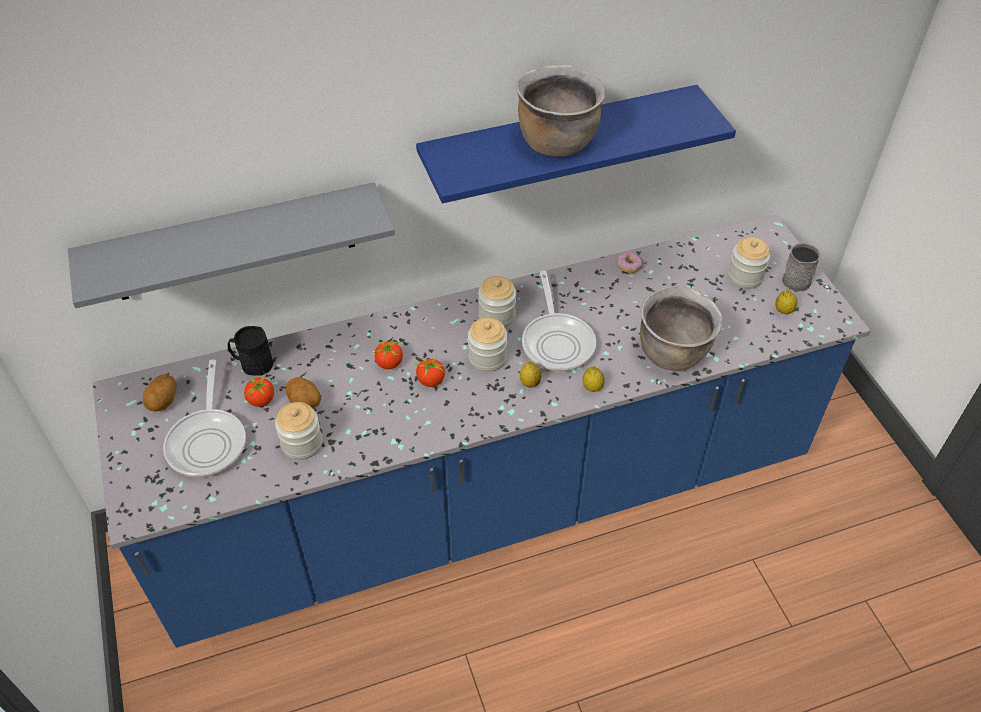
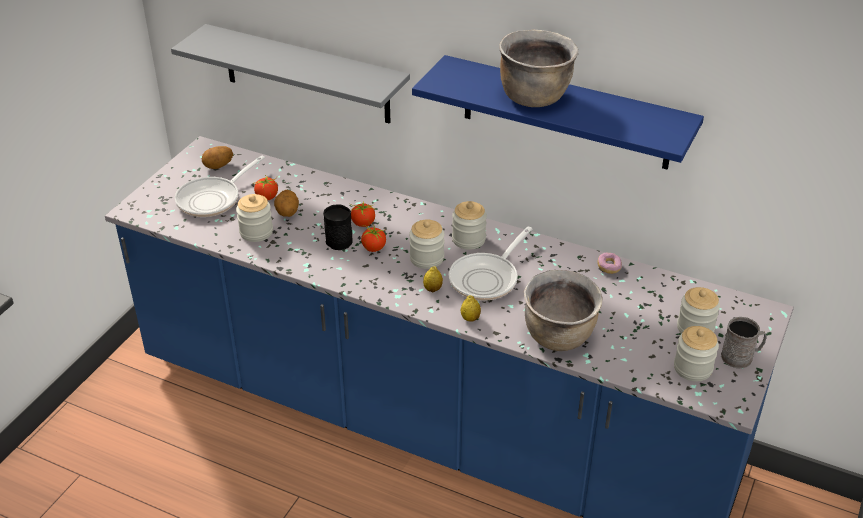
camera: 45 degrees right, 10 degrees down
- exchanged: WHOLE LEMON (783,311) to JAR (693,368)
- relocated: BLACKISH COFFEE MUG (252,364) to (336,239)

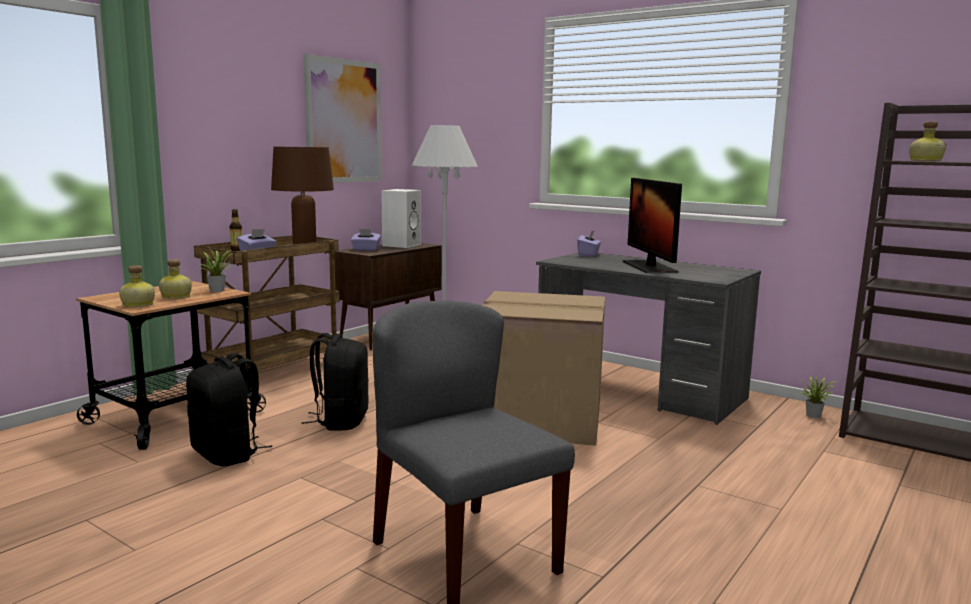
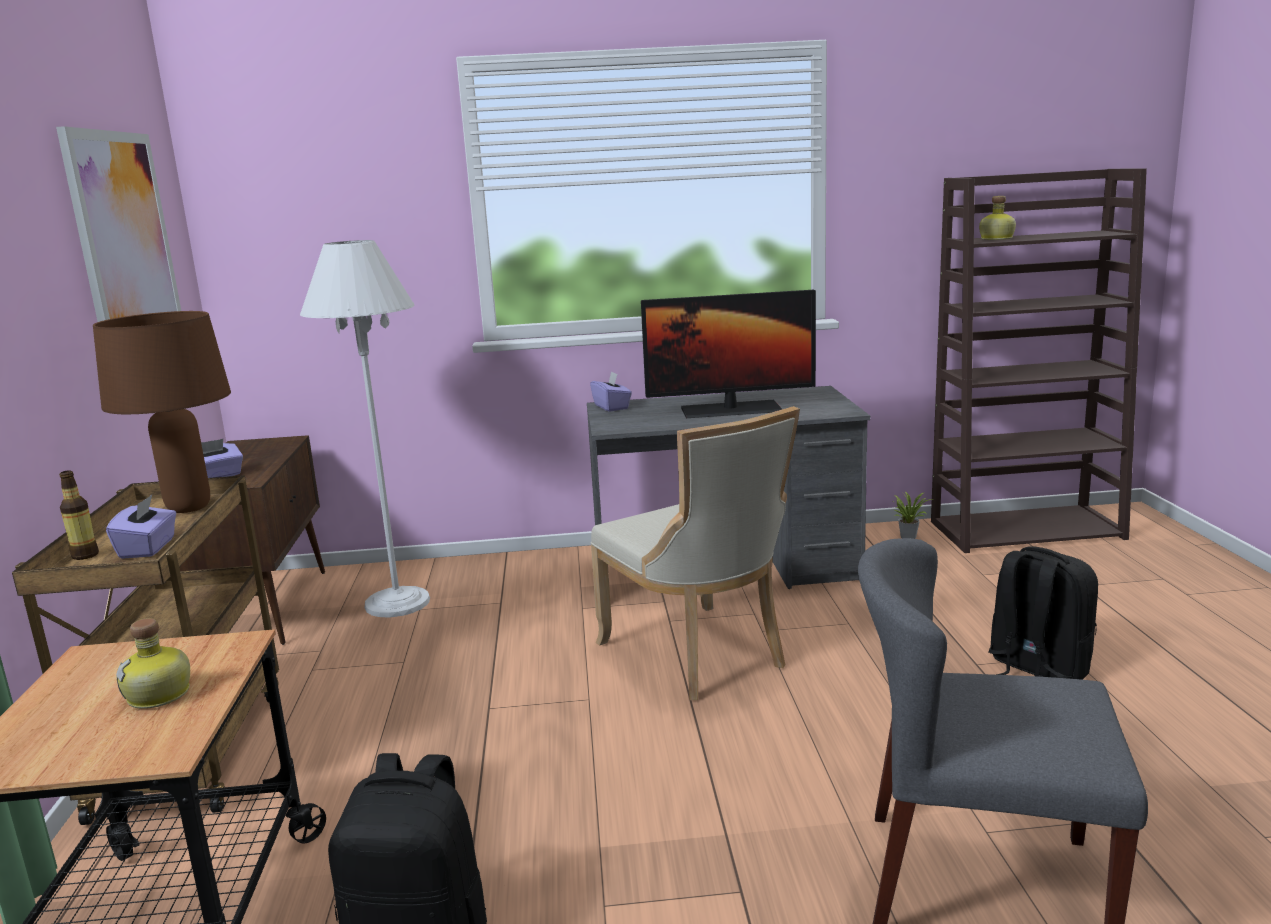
camera: 40 degrees left, 5 degrees up
- spun: MONITOR (649,267) = (731,410) 45 degrees counterclockwise
- missing: WHITISH SPEAKER (401,245)
- missing: POTTED PLANT (217,290)
- missing: DRINK BOTTLE (137,305)
- exchanged: CARTON (537,418) to BEIGE PLAIN CHAIR (699,655)
- relocated: BLACKISH RUCKSACK (340,421) to (1036,670)

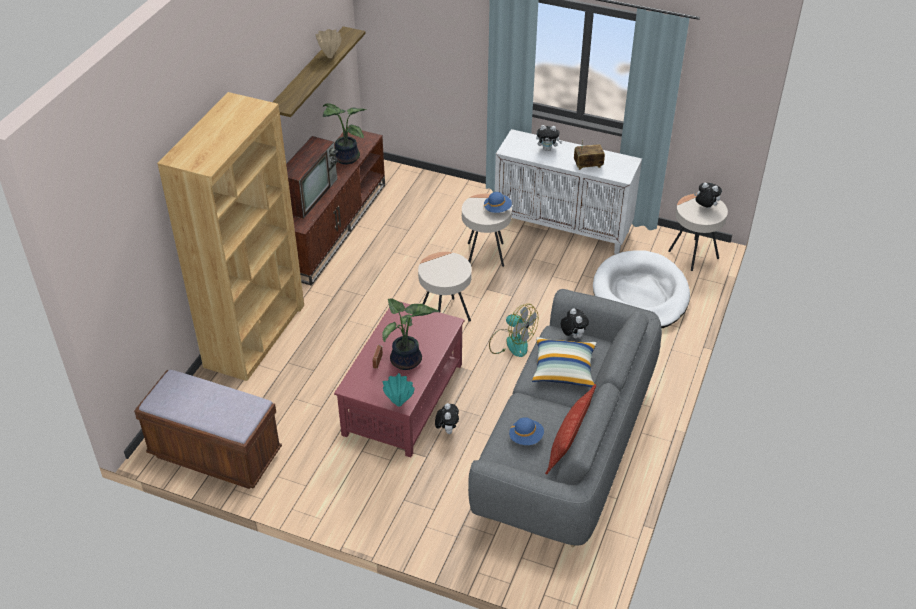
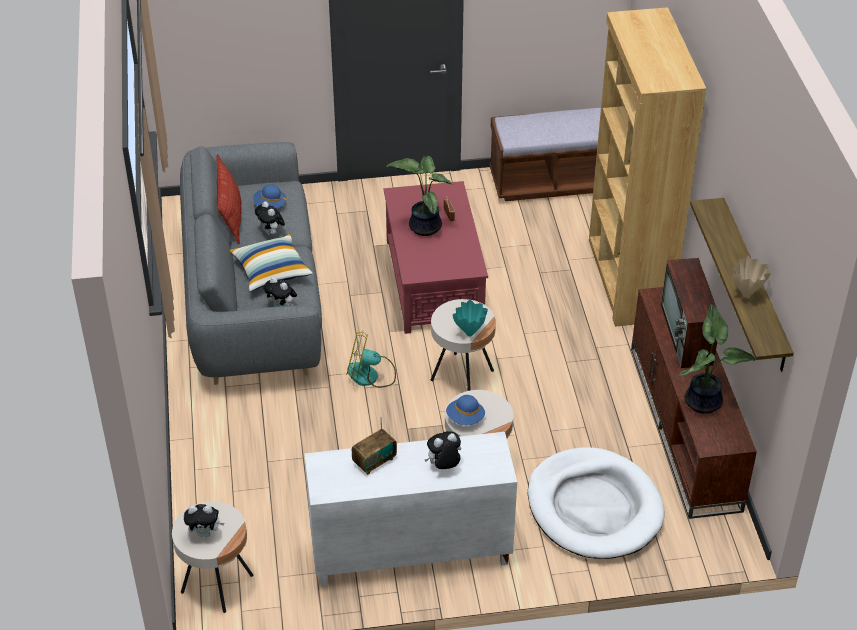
camera: 150 degrees right, 0 degrees up
- relocated: WHITISH DOG CUSHION (640,295) to (594,507)
- relocated: TURQUOISE-COLOURED FLOWER VASE (398,403) to (470,333)
- relocated: PLUSH TOY (447,429) to (271,233)

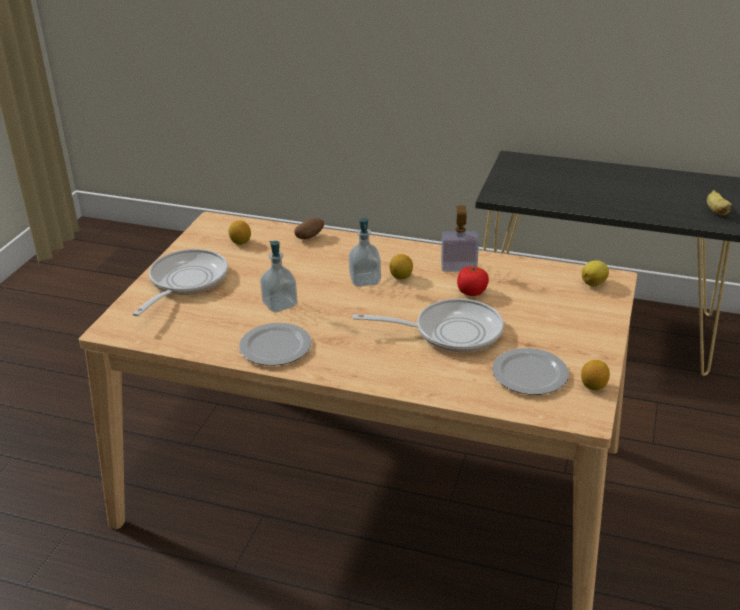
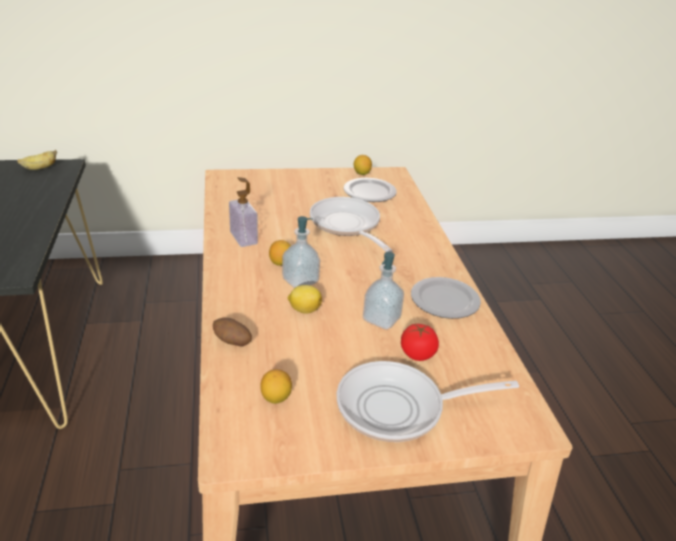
camera: 120 degrees left, 0 degrees up
- relocated: WHOLE LEMON (594,283) to (304,310)
- relocated: FRESH TOMATO (471,292) to (417,354)

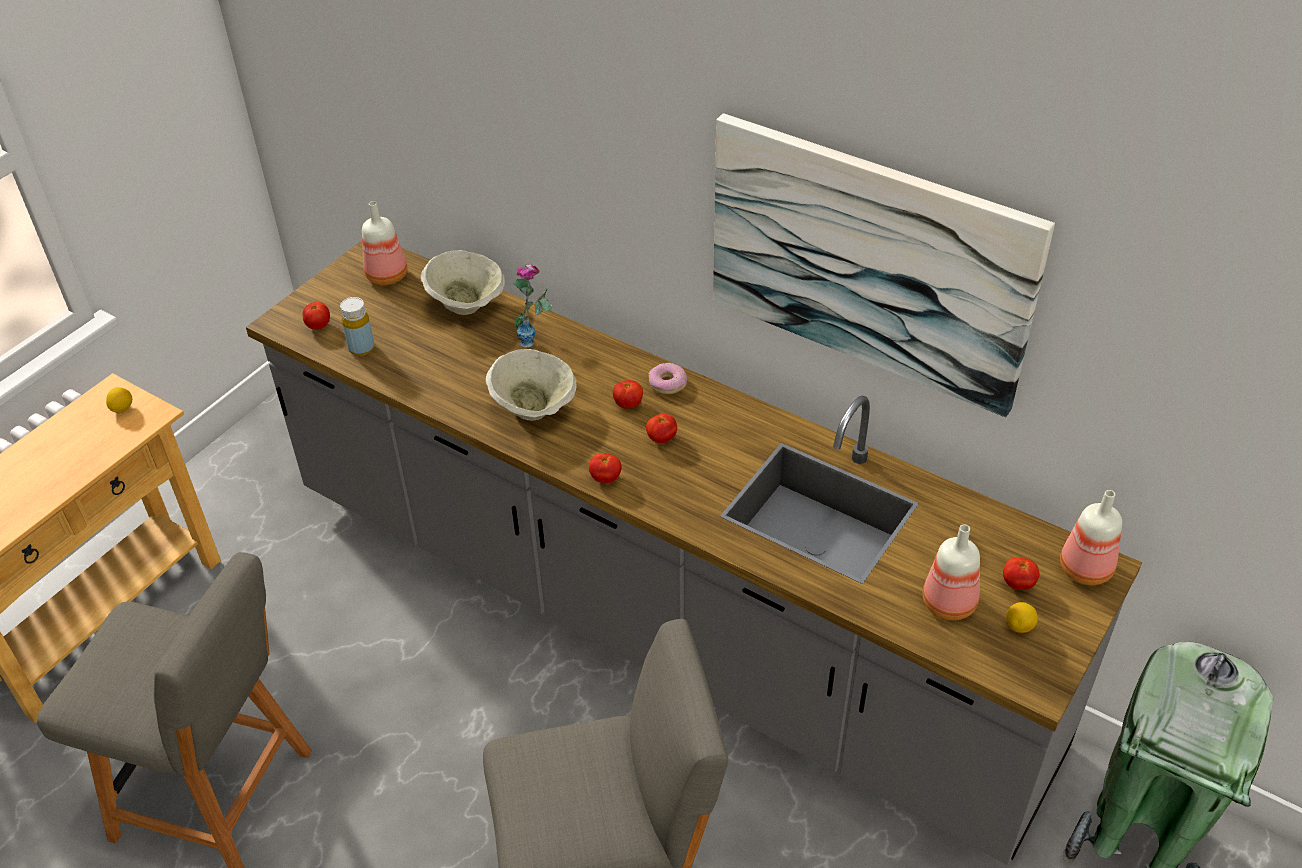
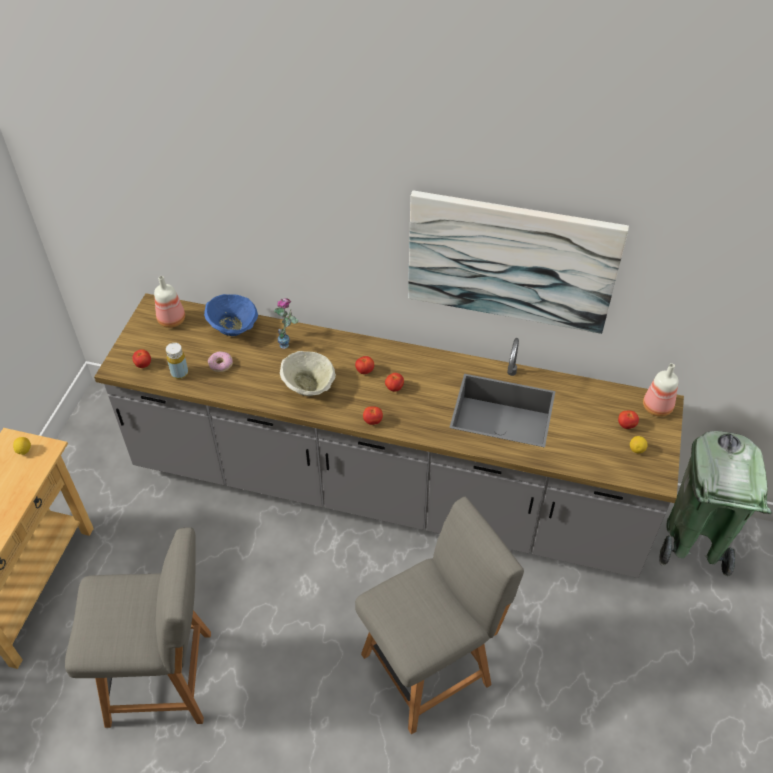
camera: 20 degrees left, 5 degrees up
- colour: BEIGE SERVING BOWL (466,305) to BLUISH SERVING BOWL (233,328)
- relocated: DONUT (667,383) to (220,364)
- missing: DRINK BOTTLE (950,603)

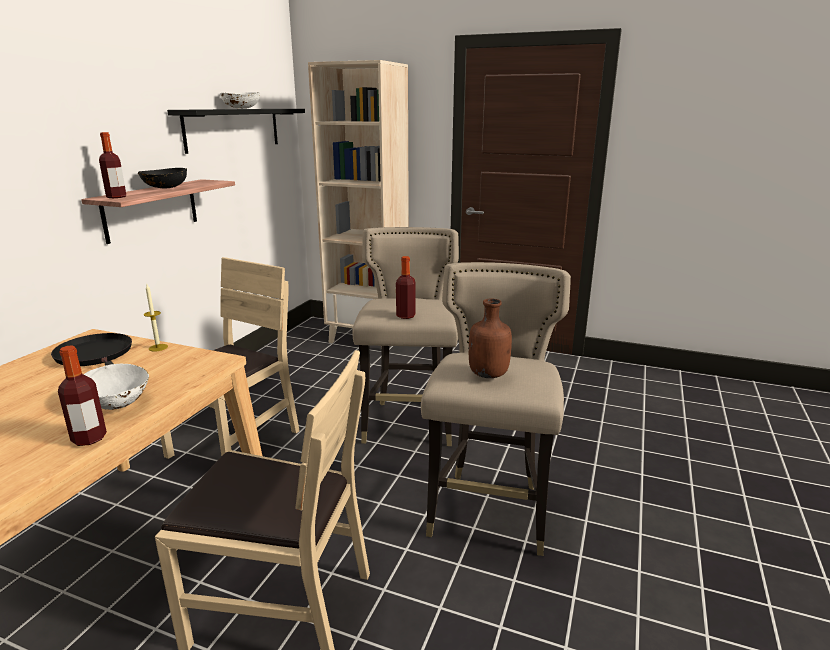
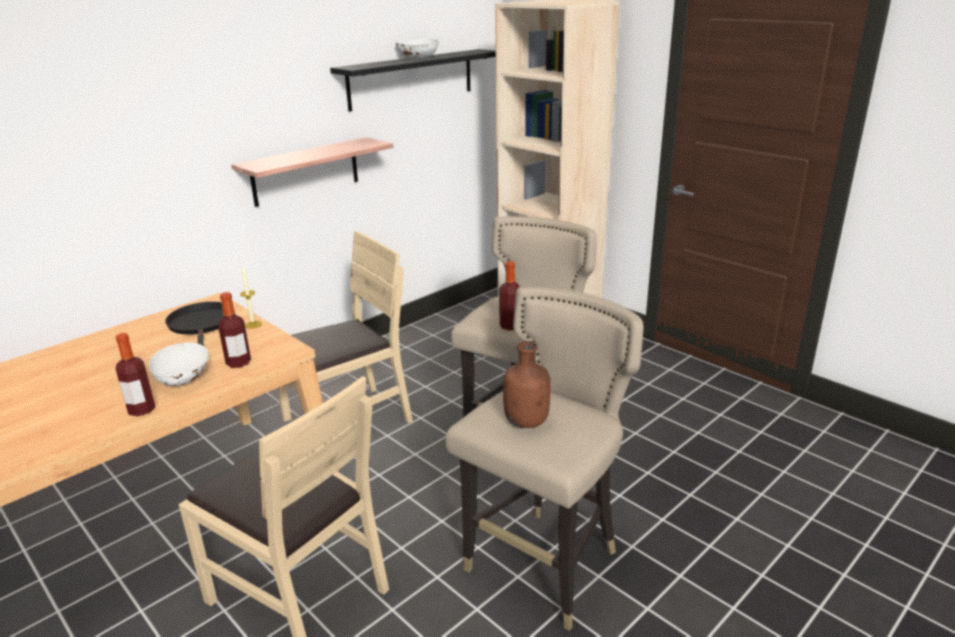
camera: 25 degrees right, 5 degrees up
- relocated: DRINK BOTTLE (116,197) to (238,363)
- missing: BLACKISH SERVING BOWL (165,188)

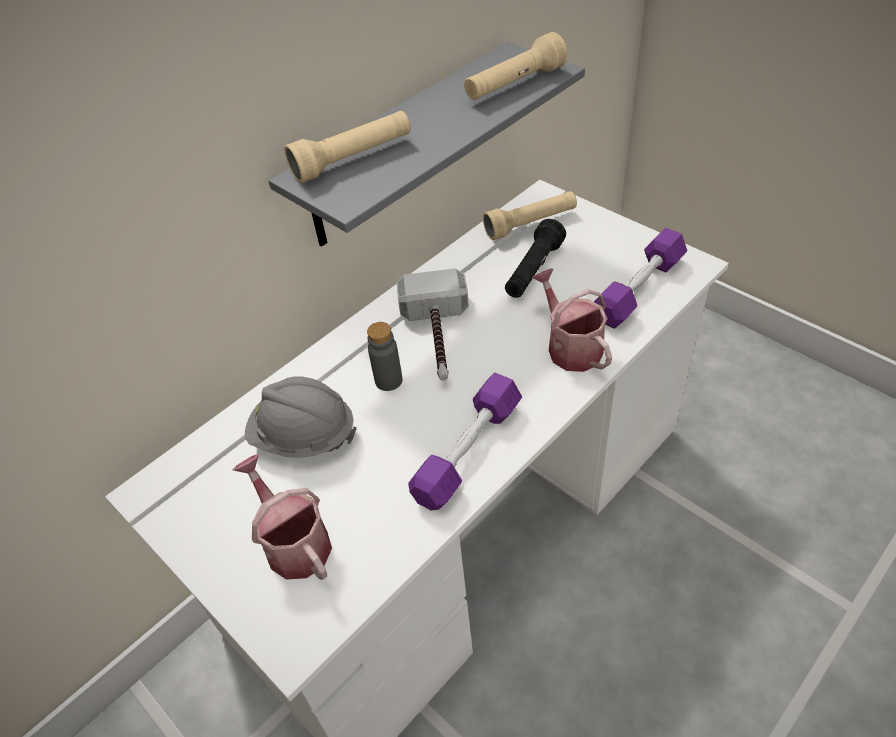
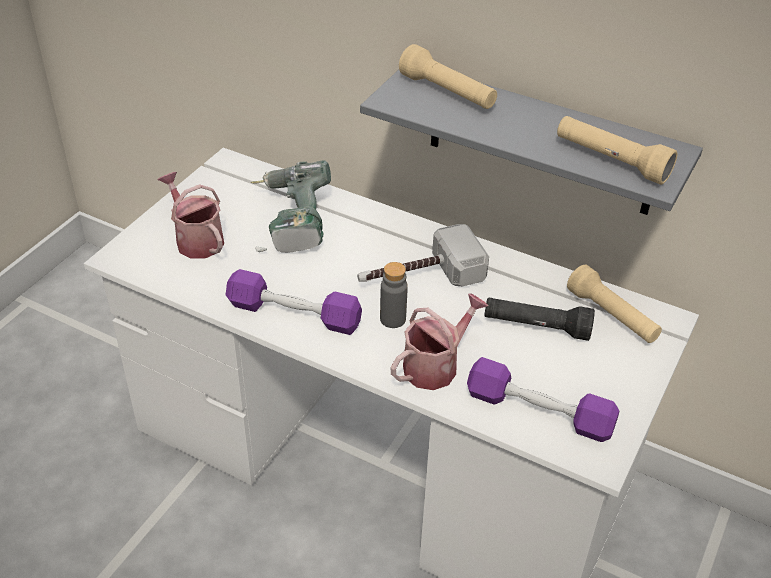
camera: 70 degrees right, 5 degrees down
- relocated: GREY DRINK BOTTLE (388,380) to (392,319)
- exchanged: GREY HARD HAT (303,437) to DRILL (291,222)
- spun: SPRINKLING CAN (293,542) = (196,239) 75 degrees counterclockwise

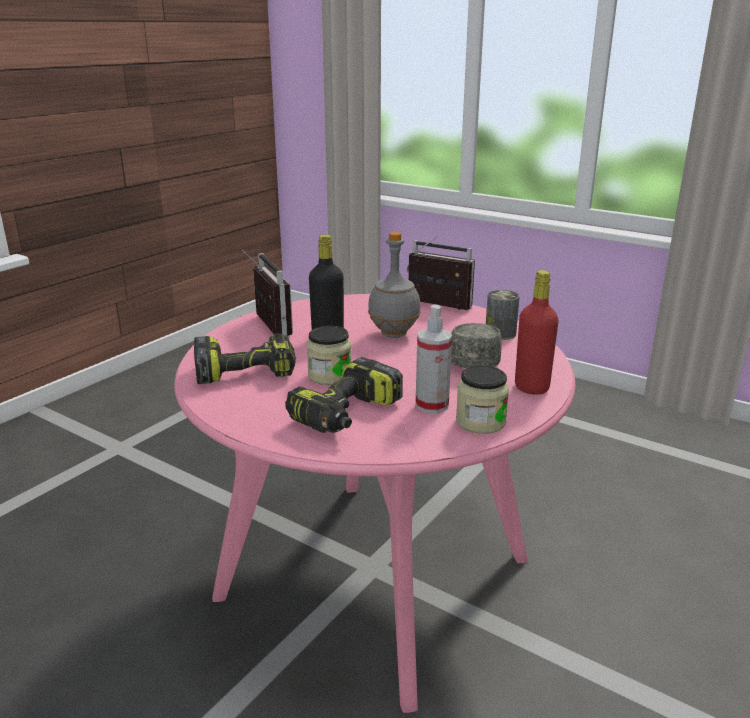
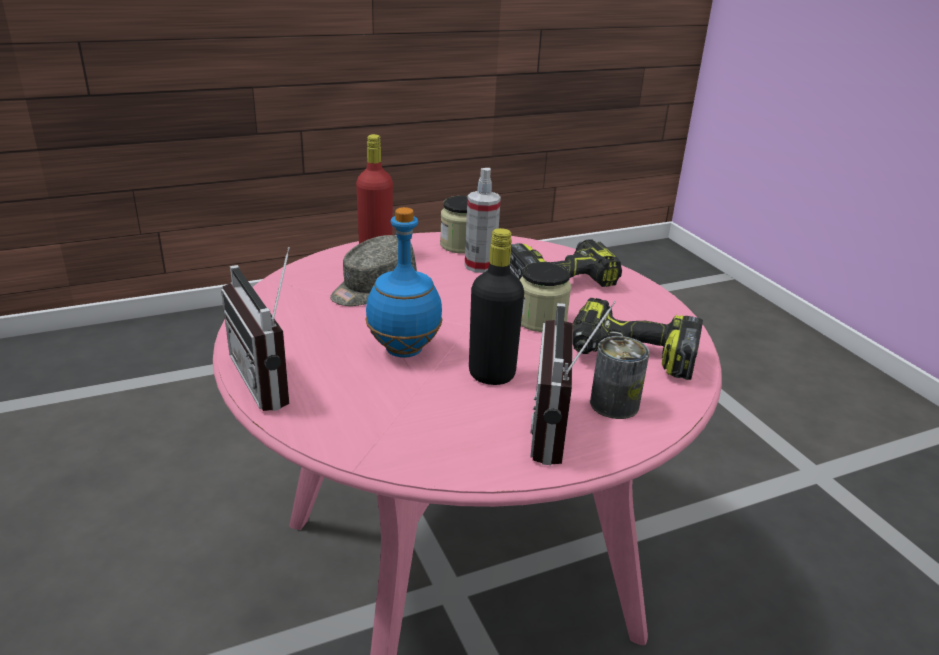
camera: 150 degrees left, 5 degrees up
- colour: GREY DRINK BOTTLE (393,334) to BLUISH DRINK BOTTLE (404,350)
- relocated: METAL CAN (500,333) to (614,404)

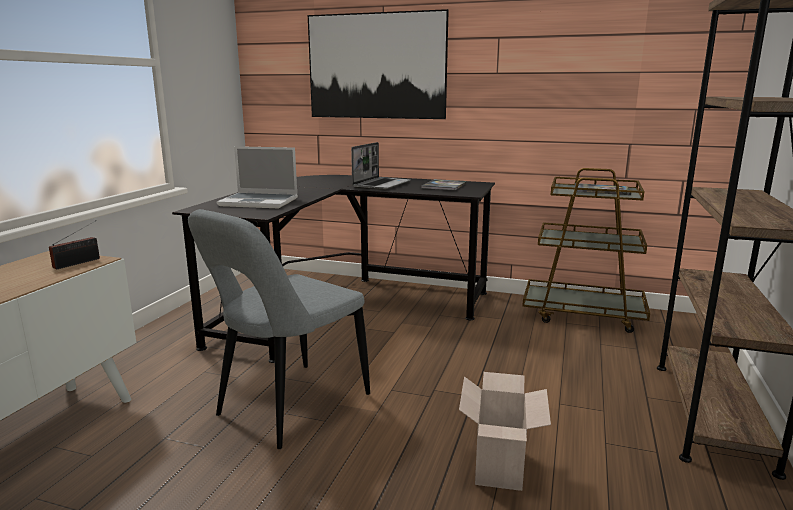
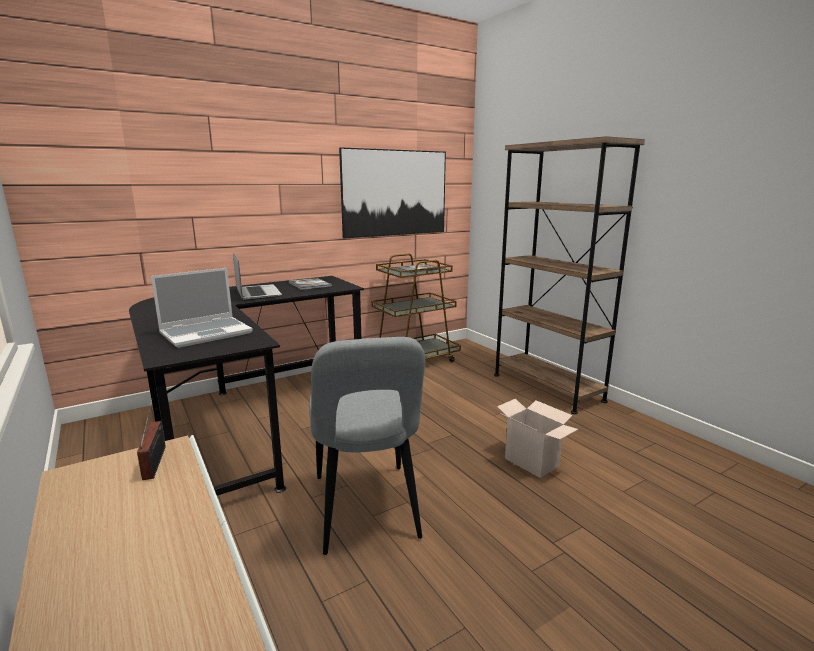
camera: 50 degrees left, 0 degrees up
- relocated: WALL ART (376,66) to (395,193)

